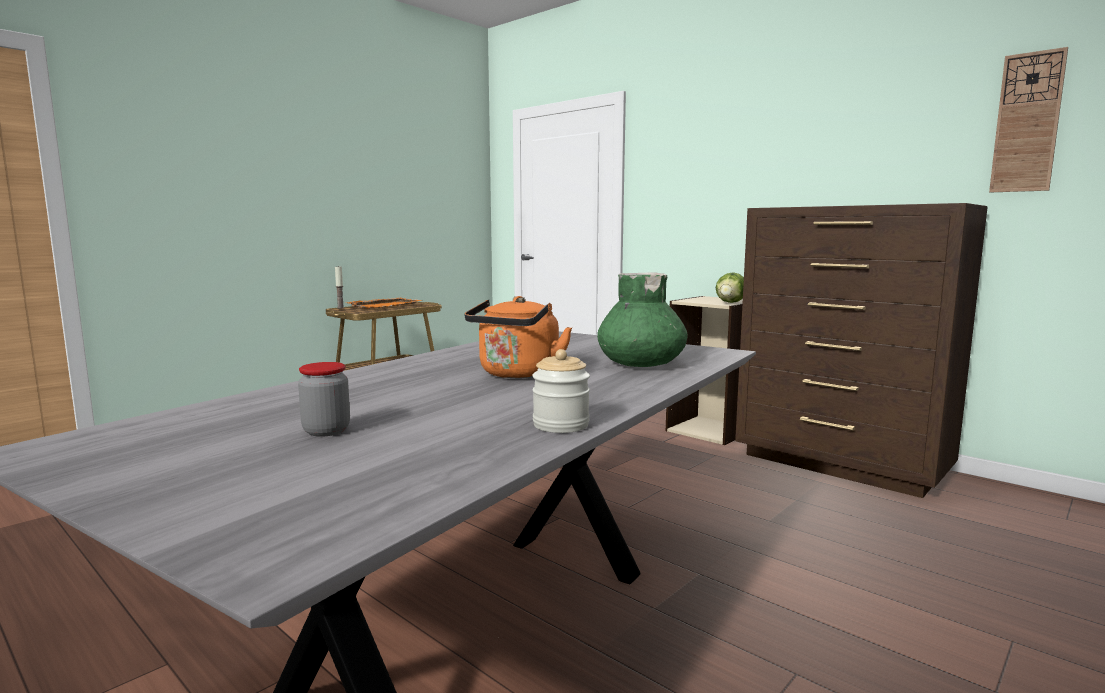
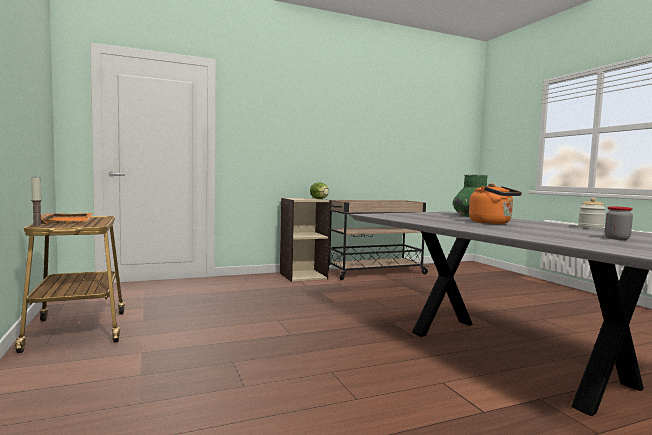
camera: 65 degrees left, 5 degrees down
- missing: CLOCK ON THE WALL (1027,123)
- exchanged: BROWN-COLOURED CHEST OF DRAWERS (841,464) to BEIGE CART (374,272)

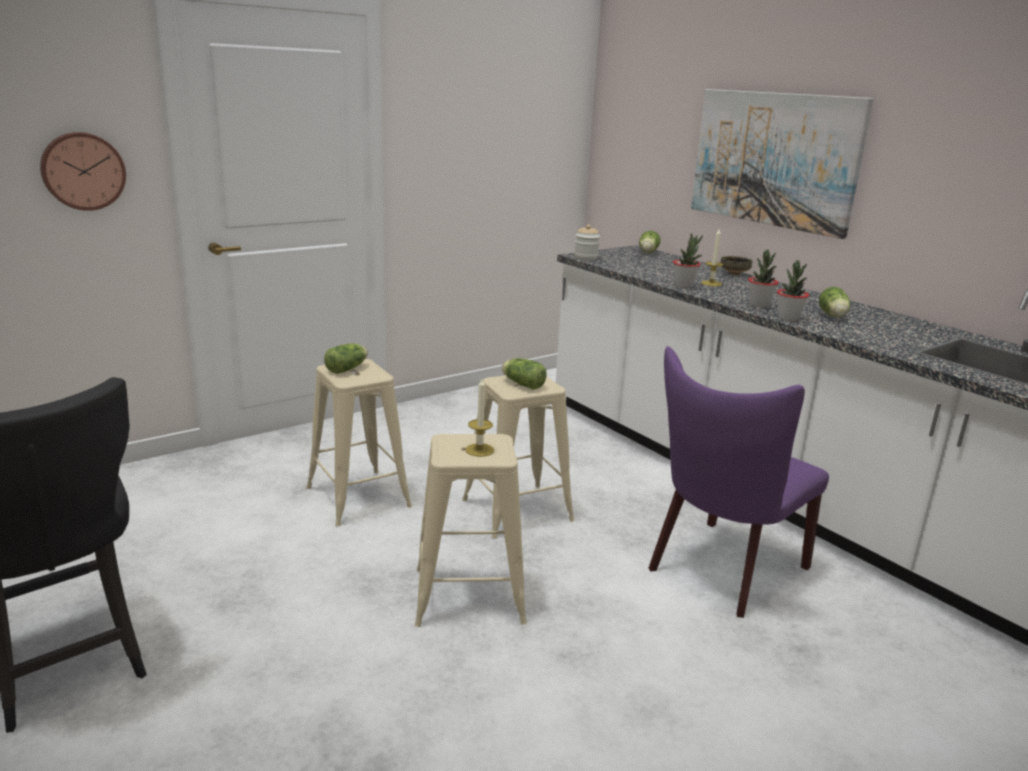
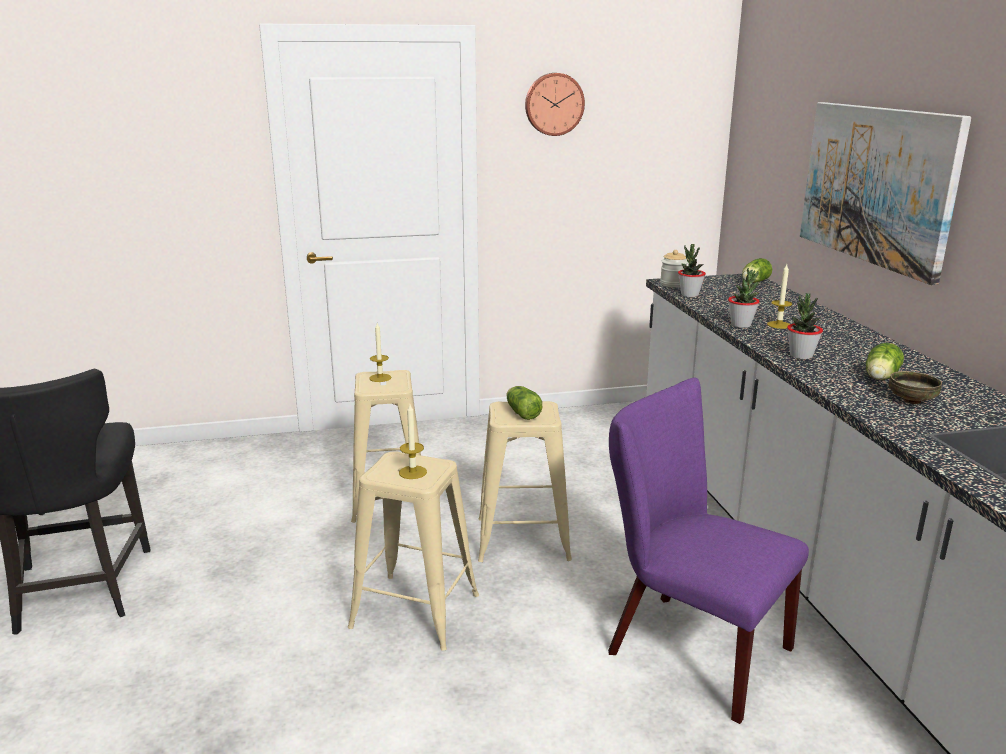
camera: 25 degrees right, 0 degrees up
- relocated: CLOCK ON THE WALL (83,171) to (554,104)
- relocated: SERVING BOWL (734,274) to (911,401)
- relocated: POTTED PLANT (788,319) to (689,295)
- exchanged: LETTUCE (348,368) to WAX LIGHT (380,378)
- spun: PURPLE-COLOURED PLAIN CHAIR (721,571) = (687,647) 60 degrees clockwise

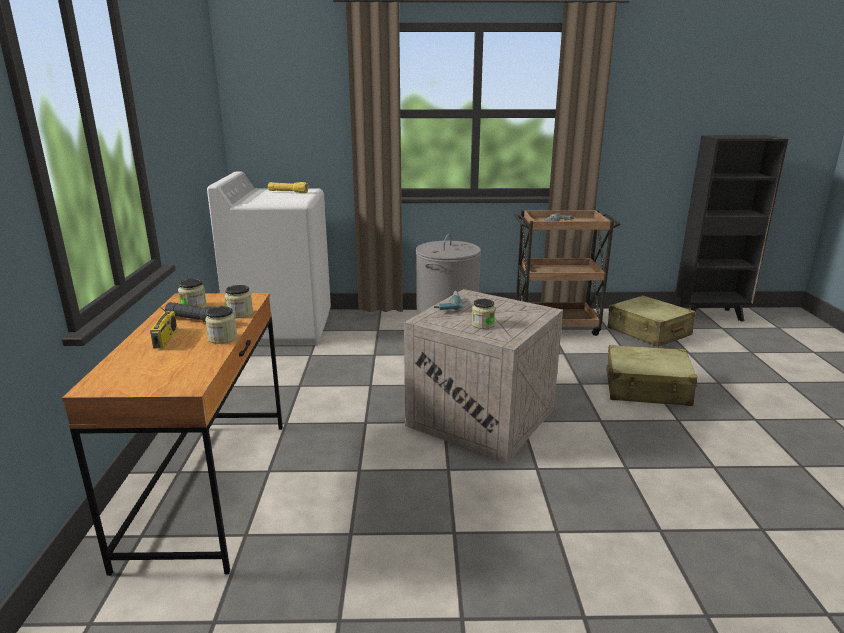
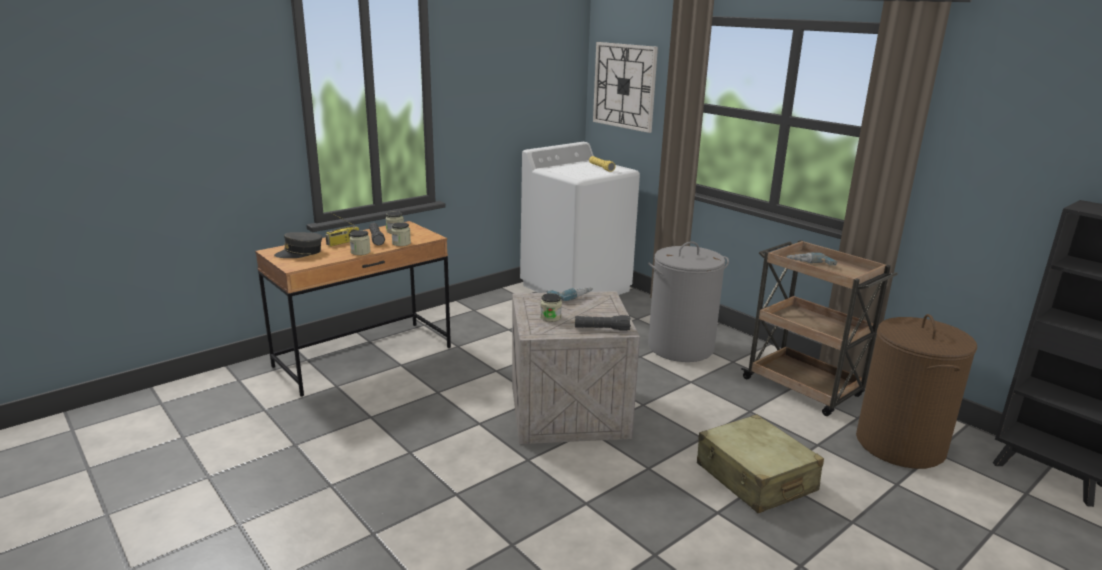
camera: 50 degrees right, 0 degrees up
- exchanged: BEIGE TRAVEL CASE (648,332) to BROWN-COLOURED WASHING BASKET (900,444)
- appeared: CLOCK ON THE WALL (624,86)
- appeared: GREY PEAKED CAP (300,253)
- appeared: BLACKISH FLASHLIGHT (602,329)

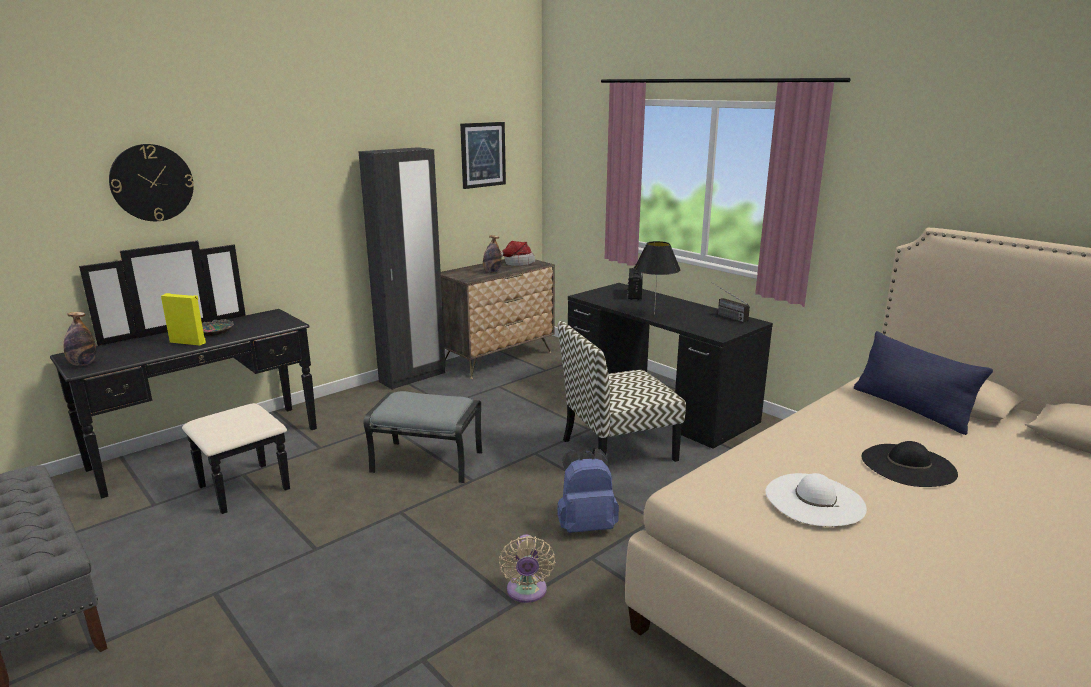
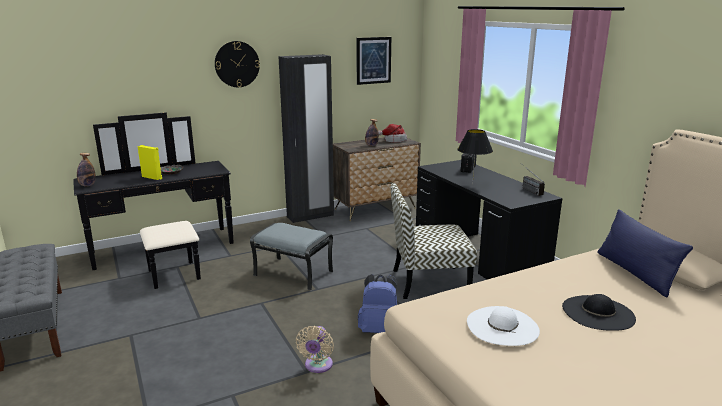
camera: 15 degrees right, 0 degrees up
- relocated: CLOCK ON THE WALL (152,183) to (237,64)

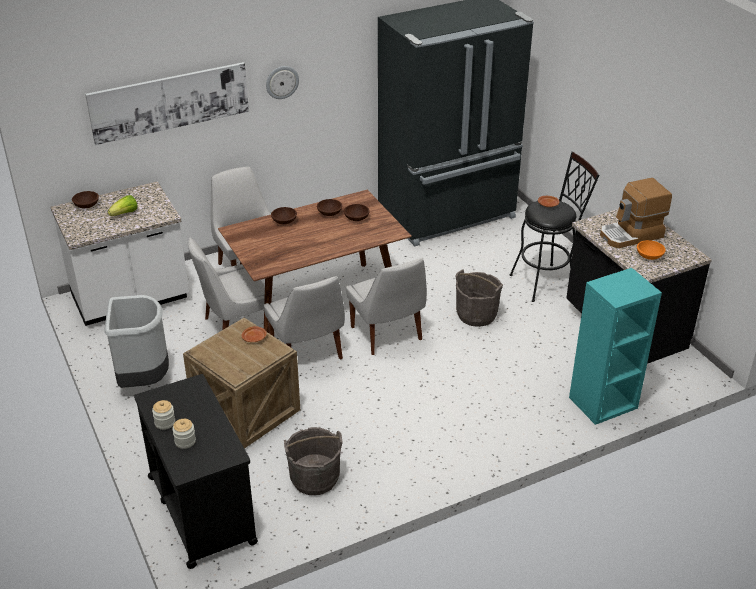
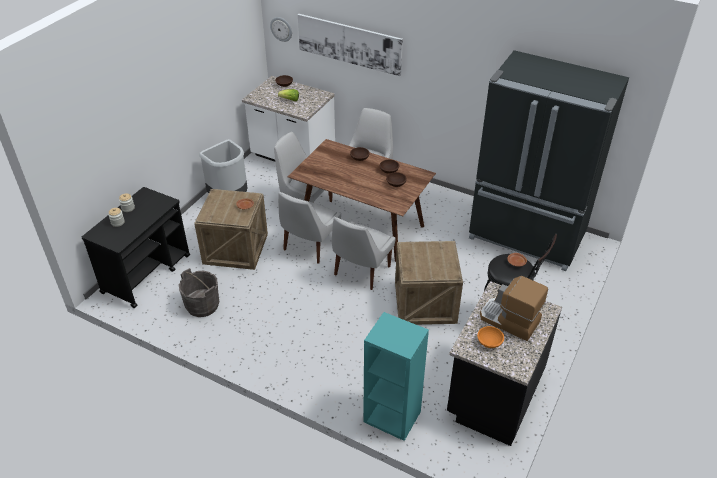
camera: 55 degrees right, 5 degrees up
- relocated: CLOCK ON THE WALL (282,82) to (281,29)
- exchanged: GREY WATER BUCKET (476,315) to SHIPPING CRATE (425,304)

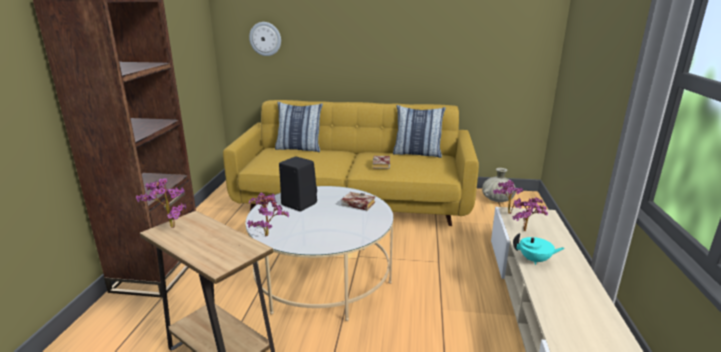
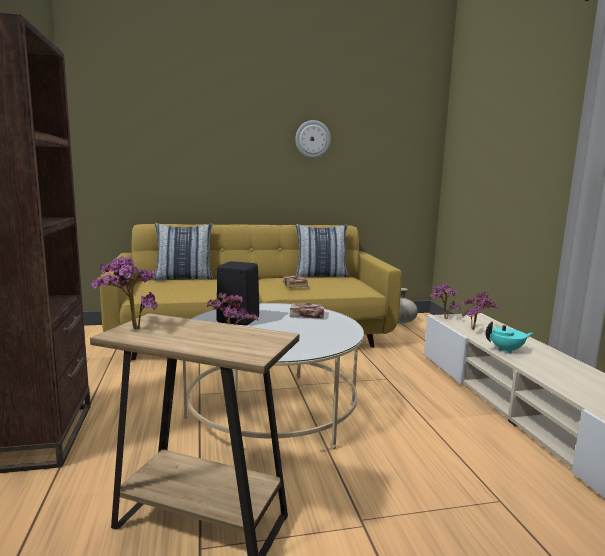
camera: 20 degrees left, 10 degrees down
- relocated: CLOCK ON THE WALL (265,39) to (312,139)

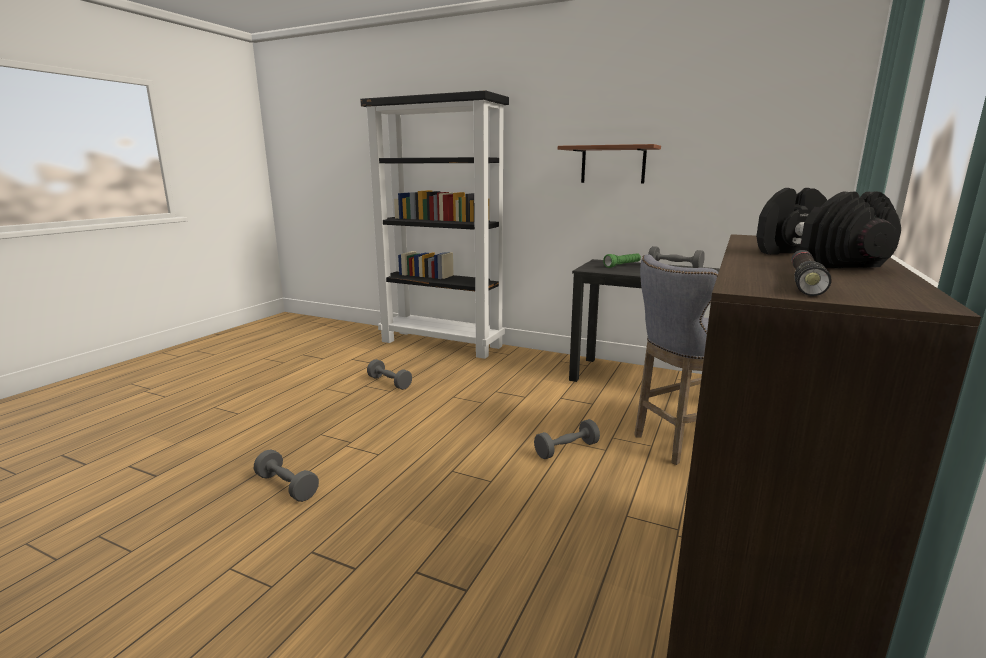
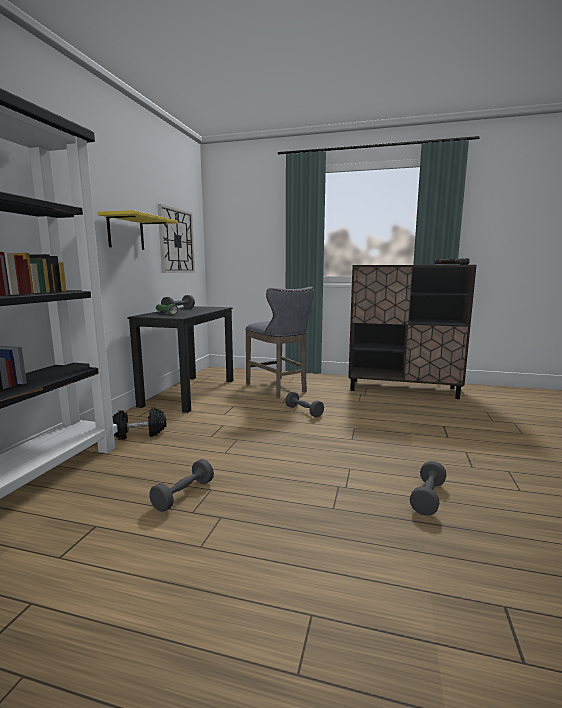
camera: 100 degrees left, 5 degrees down
- colour: BROWN-COLOURED SHELF (613,164) to YELLOW SHELF (126,232)
- relocated: BLACKISH HAND WEIGHT (813,259) to (138,433)
- appeared: CLOCK ON THE WALL (176,241)

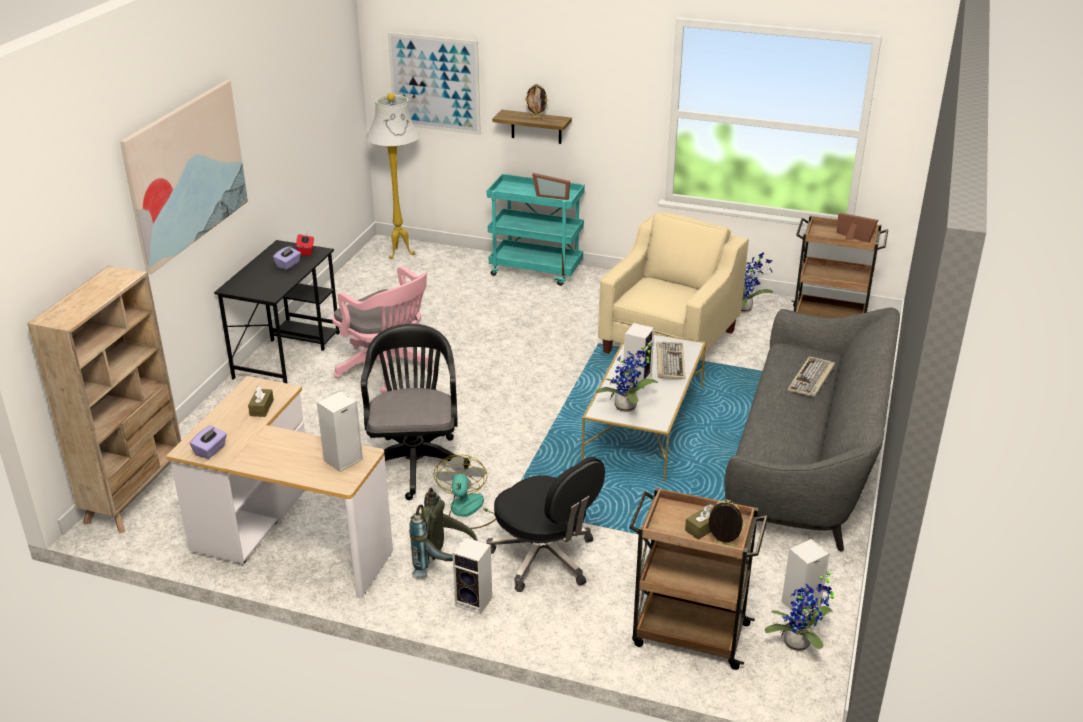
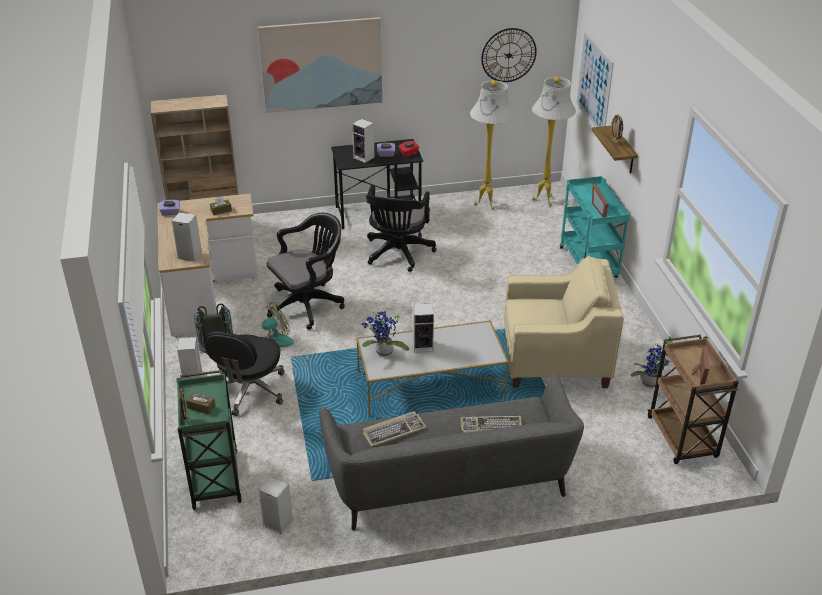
camera: 60 degrees right, 5 degrees up
- colour: PINKISH COMPUTER CHAIR (387,369) to BLACKISH COMPUTER CHAIR (397,254)
- relocated: KEYBOARD (669,362) to (394,430)
- colour: BROWN-COLOURED CART (688,634) to GREEN-COLOURED CART (215,477)
- missing: POTTED PLANT (799,645)
- appeared: CLOCK ON THE WALL (508,55)
- appeared: WHITISH STANDING LAMP (487,205)
- appeared: SPEAKER (364,157)

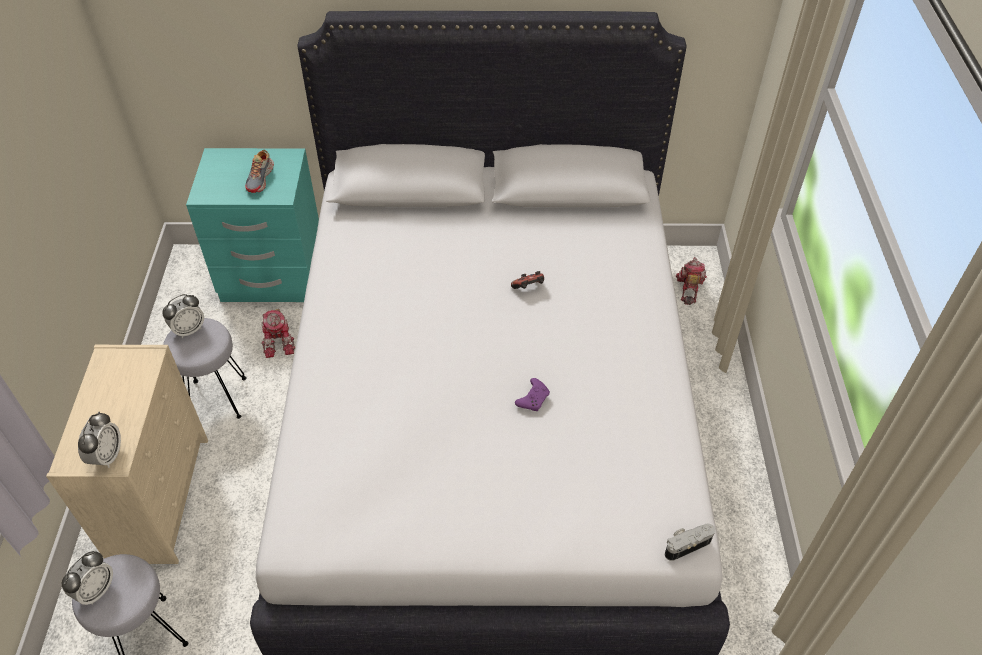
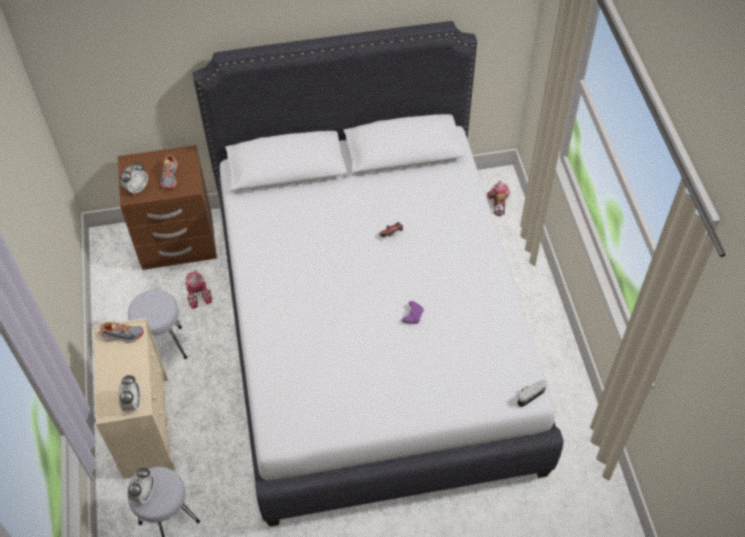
camera: 10 degrees left, 5 degrees up
- colour: TURQUOISE-COLOURED NIGHTSTAND (273,277) to BROWN-COLOURED NIGHTSTAND (177,242)
- relocated: ALARM CLOCK (189,330) to (137,188)
- appeared: SHOE (121,335)

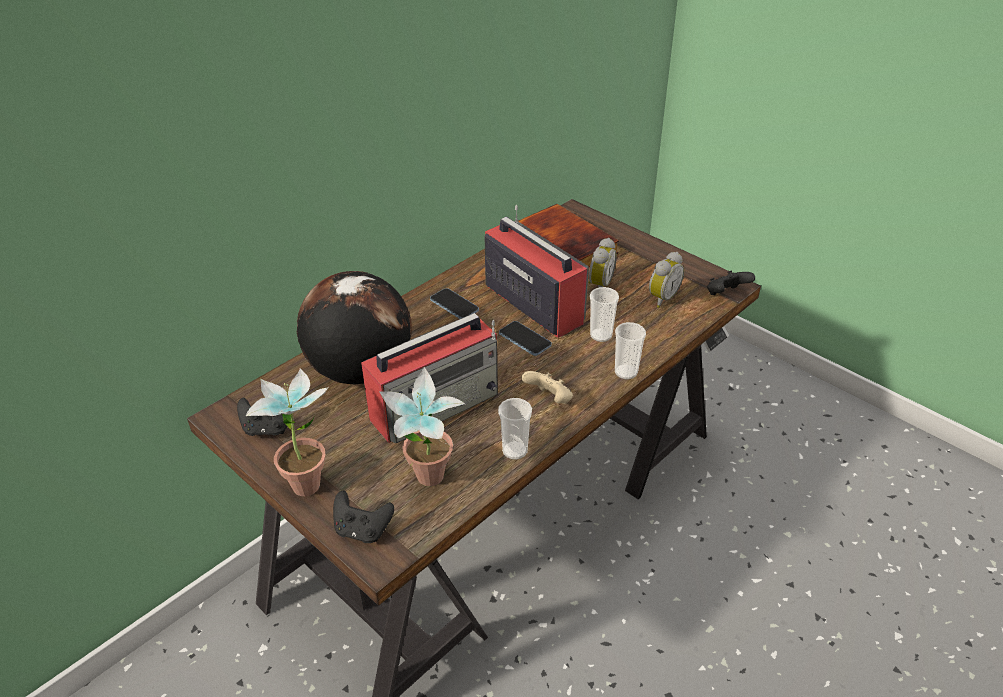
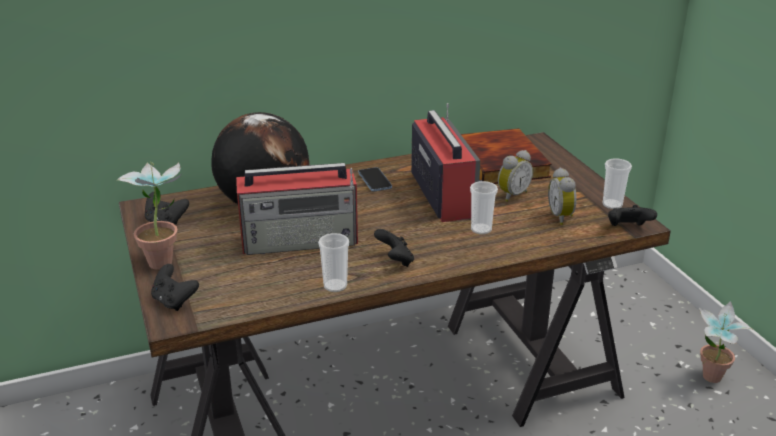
camera: 25 degrees right, 10 degrees down
- spun: ALARM CLOCK (661,298) = (562,217) 105 degrees clockwise
- missing: TELEPHONE (525,340)
- relocated: DRINKING CUP (626,372) to (612,204)
- relocated: POTTED PLANT (428,484) to (710,381)
- colour: BEIGE JOYPAD (549,400) to BLACKISH JOYPAD (395,261)

